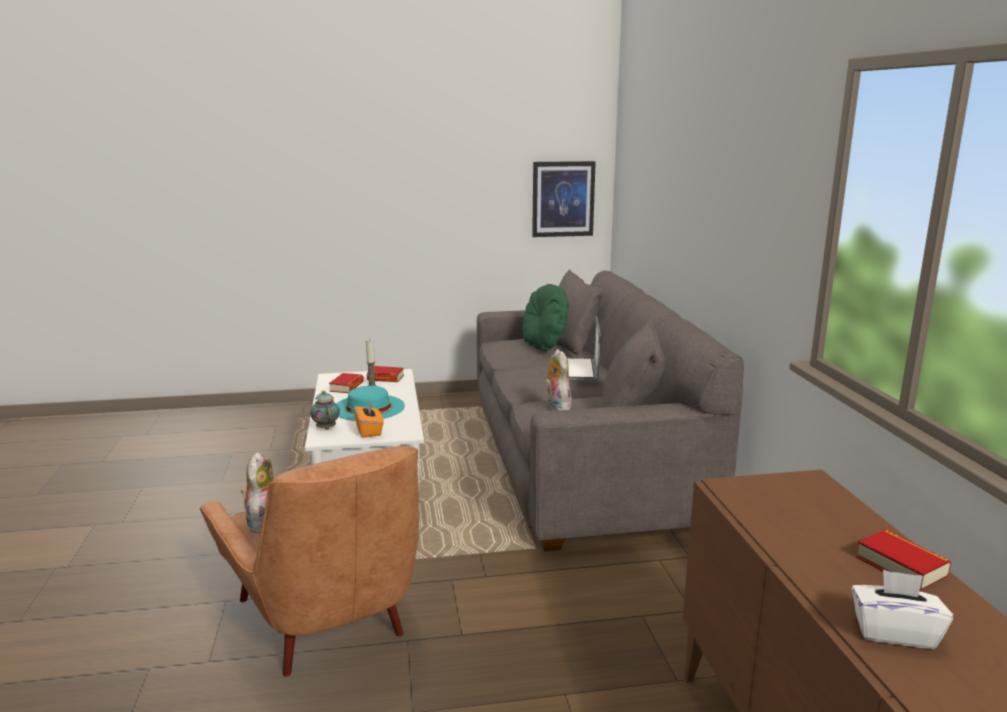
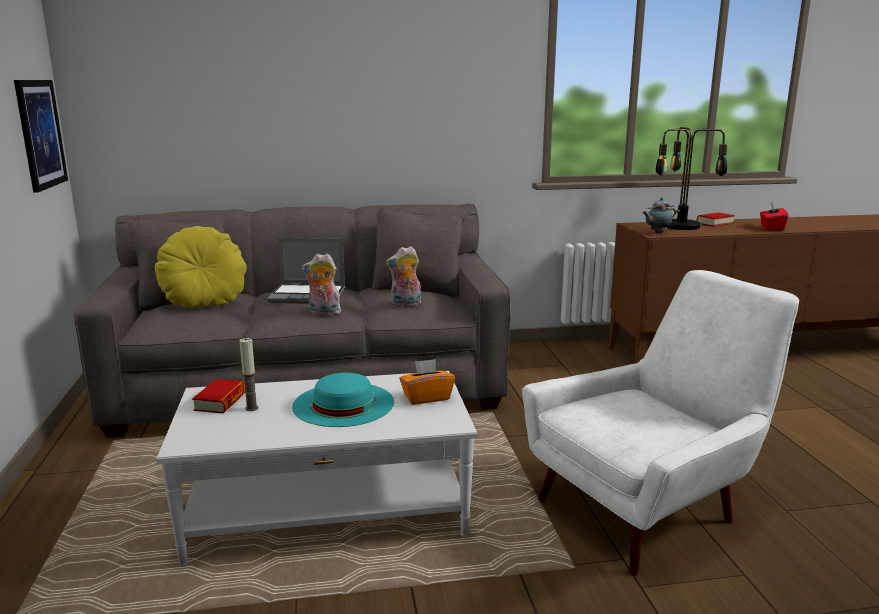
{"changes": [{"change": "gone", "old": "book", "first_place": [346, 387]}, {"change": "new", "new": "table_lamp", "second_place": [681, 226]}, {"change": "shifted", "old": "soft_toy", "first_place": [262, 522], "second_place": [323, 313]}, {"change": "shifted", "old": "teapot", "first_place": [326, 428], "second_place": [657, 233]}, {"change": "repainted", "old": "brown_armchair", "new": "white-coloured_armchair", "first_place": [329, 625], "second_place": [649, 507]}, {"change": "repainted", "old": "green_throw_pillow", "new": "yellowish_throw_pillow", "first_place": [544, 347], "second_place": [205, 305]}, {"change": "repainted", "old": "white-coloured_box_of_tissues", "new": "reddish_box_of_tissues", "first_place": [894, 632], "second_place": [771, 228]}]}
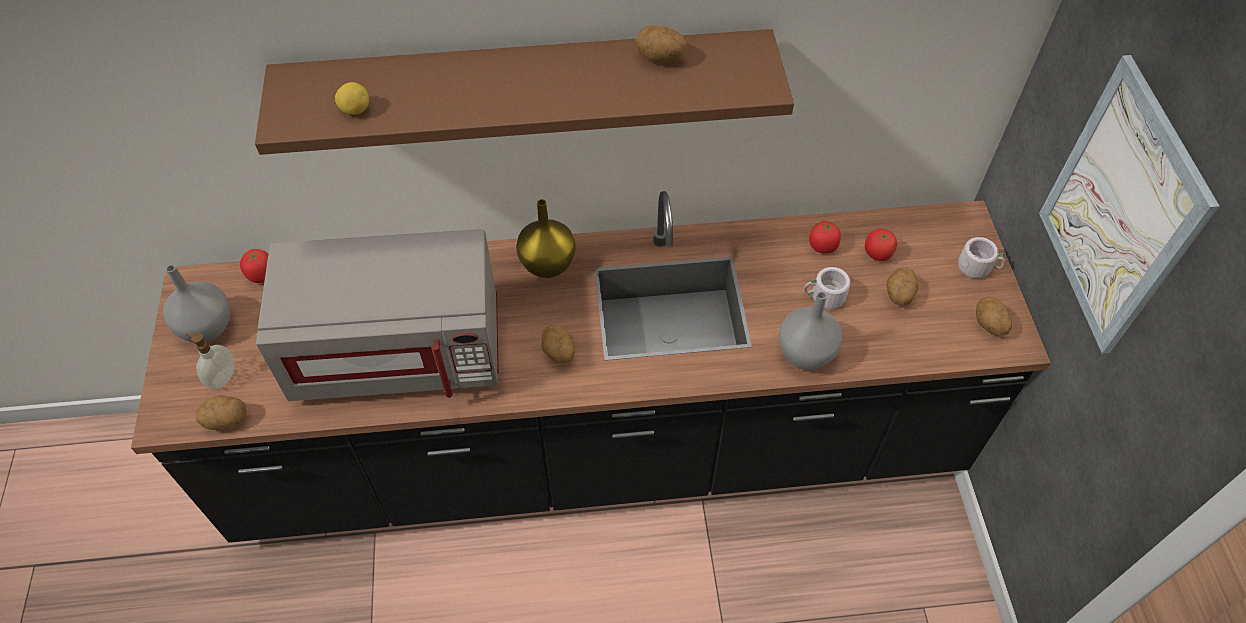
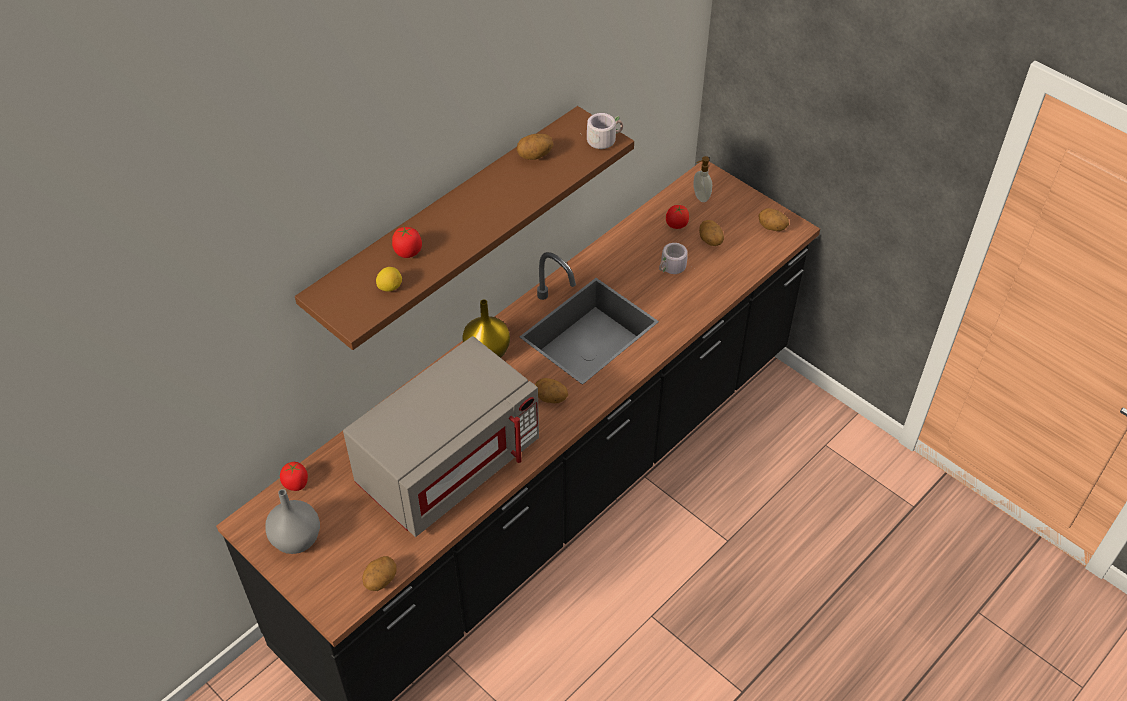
{"changes": [{"change": "gone", "old": "grey_vase", "first_place": [805, 354]}, {"change": "gone", "old": "picture", "first_place": [1120, 210]}, {"change": "shifted", "old": "soap_bottle", "first_place": [222, 377], "second_place": [700, 197]}, {"change": "shifted", "old": "tomato", "first_place": [822, 247], "second_place": [408, 252]}, {"change": "shifted", "old": "grey_coffee_mug", "first_place": [978, 266], "second_place": [603, 139]}]}
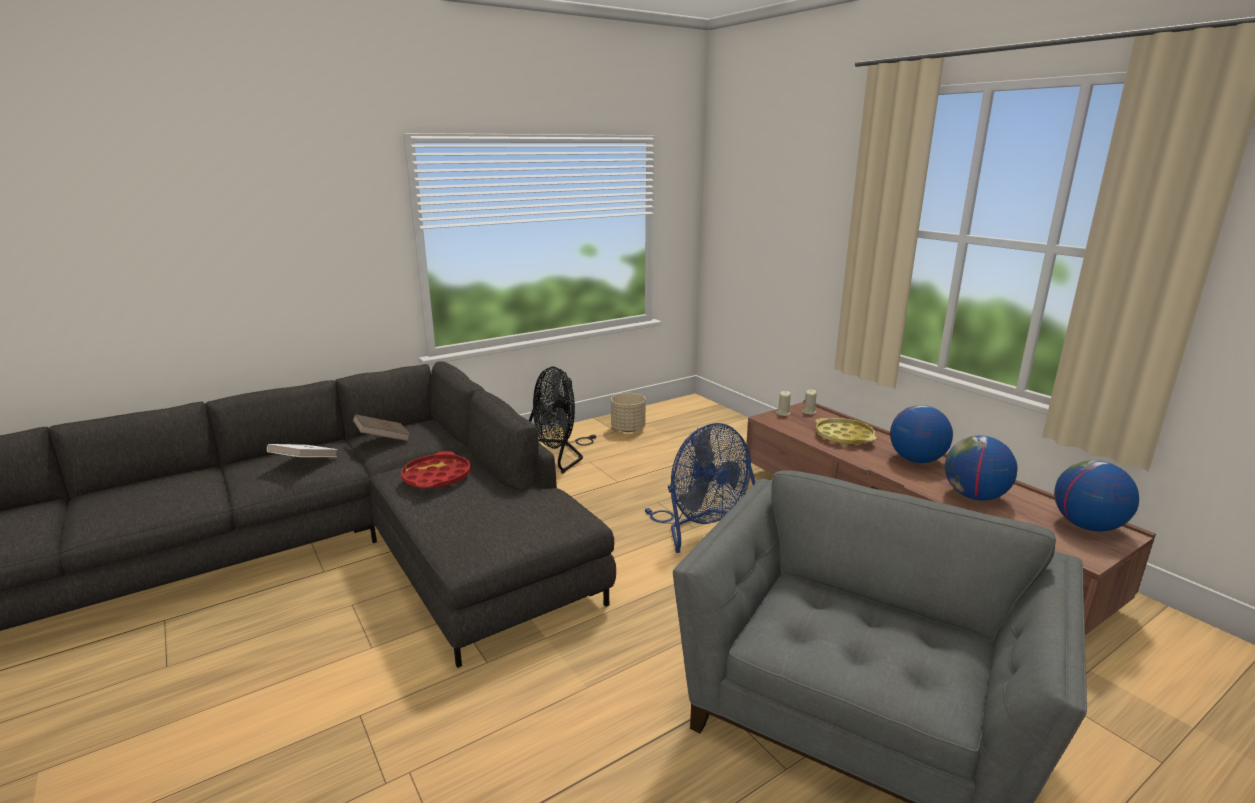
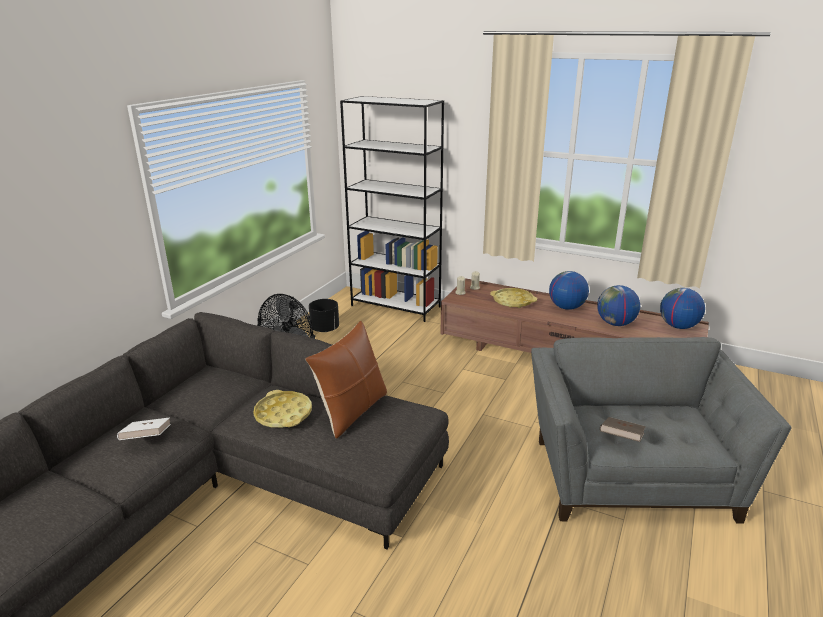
{"changes": [{"change": "gone", "old": "bluish_fan", "first_place": [699, 527]}, {"change": "new", "new": "brown_throw_pillow", "second_place": [352, 411]}, {"change": "new", "new": "white-coloured_bookshelf", "second_place": [396, 306]}, {"change": "shifted", "old": "brown_book", "first_place": [382, 439], "second_place": [621, 439]}, {"change": "repainted", "old": "reddish_tray", "new": "yellowish_tray", "first_place": [436, 477], "second_place": [283, 414]}, {"change": "repainted", "old": "sand-coloured_flower_pot", "new": "black-coloured_flower_pot", "first_place": [628, 429], "second_place": [325, 329]}]}
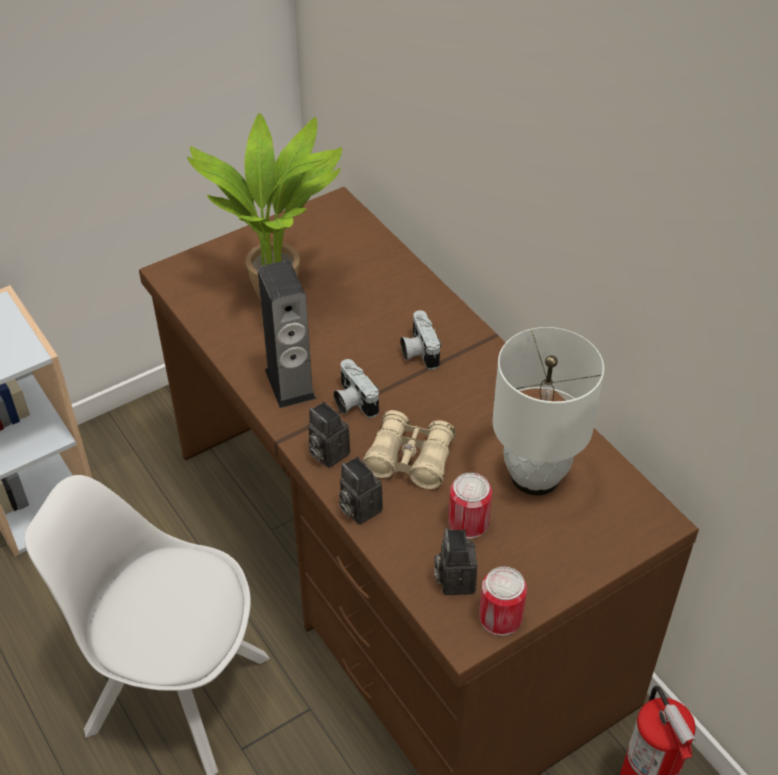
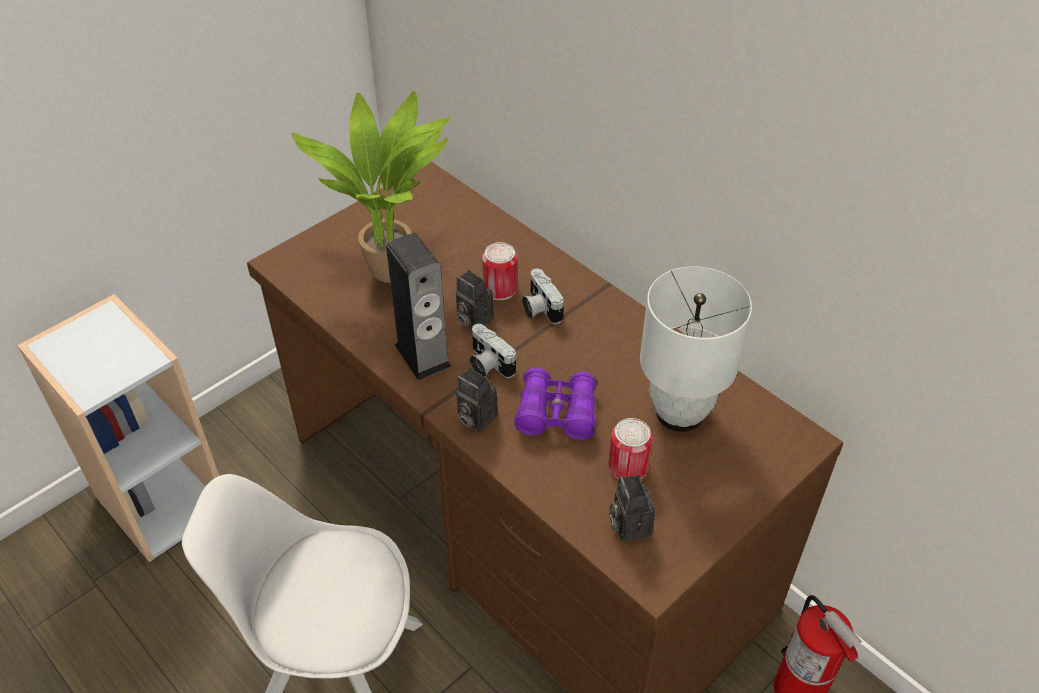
{"changes": [{"change": "shifted", "old": "still_camera", "first_place": [358, 508], "second_place": [472, 319]}, {"change": "shifted", "old": "sealed_can", "first_place": [500, 617], "second_place": [500, 288]}, {"change": "repainted", "old": "sand-coloured_pair_of_binoculars", "new": "purplish_pair_of_binoculars", "first_place": [410, 459], "second_place": [557, 413]}]}
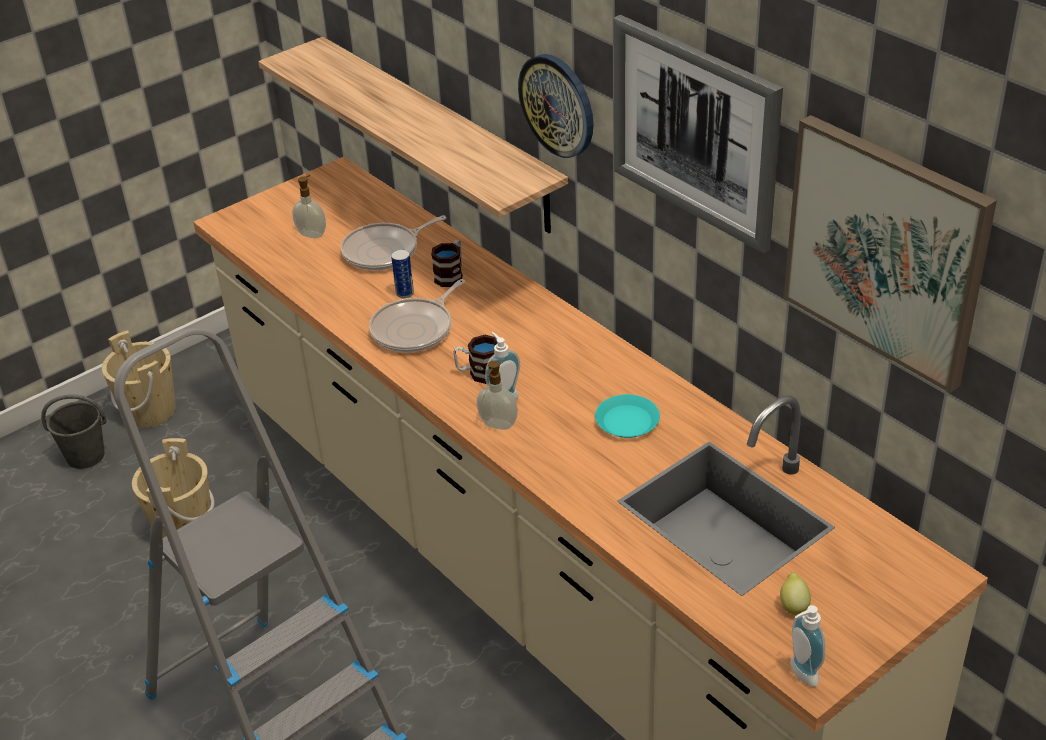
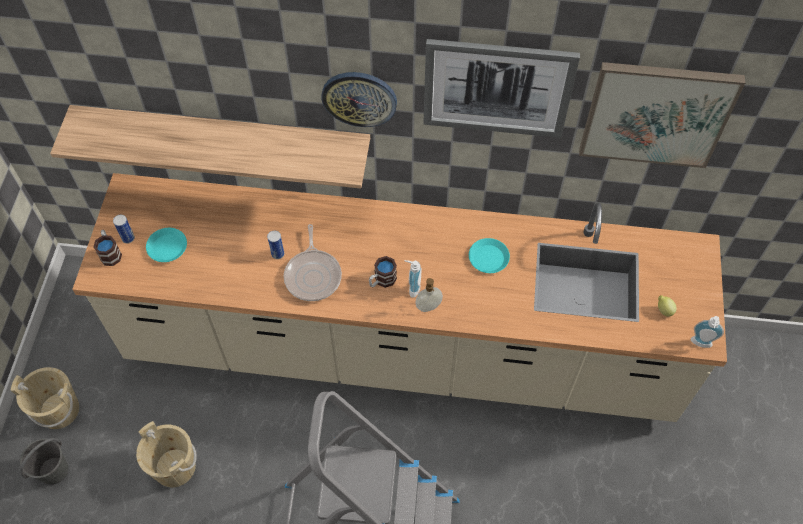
{"changes": [{"change": "gone", "old": "pan", "first_place": [384, 251]}, {"change": "new", "new": "sealed_can", "second_place": [128, 238]}, {"change": "shifted", "old": "coffee_mug", "first_place": [451, 275], "second_place": [110, 253]}, {"change": "swapped", "old": "soap_bottle", "new": "turquoise-coloured_flat_dish", "first_place": [312, 234], "second_place": [167, 247]}]}
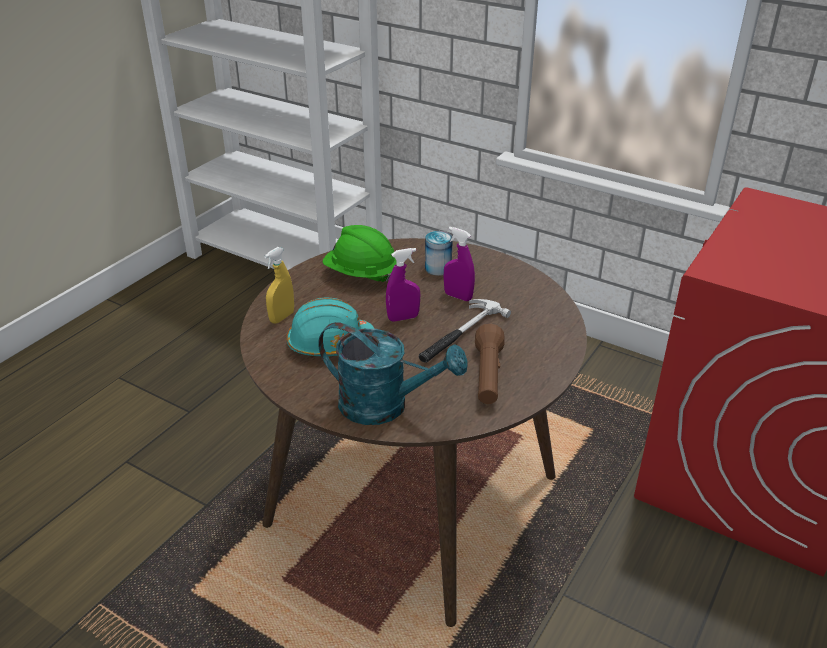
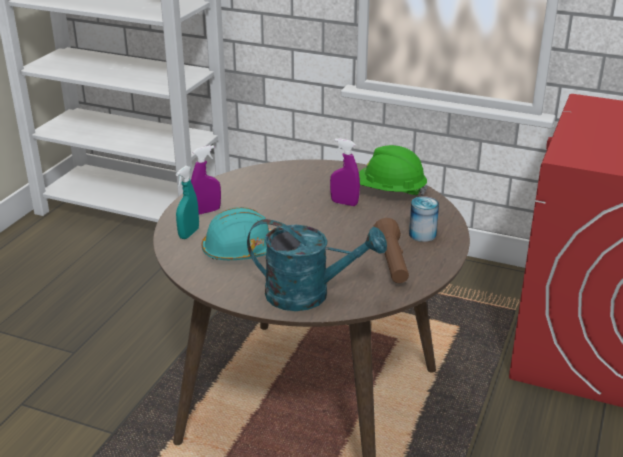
{"changes": [{"change": "gone", "old": "hammer", "first_place": [459, 334]}, {"change": "shifted", "old": "green_hard_hat", "first_place": [361, 274], "second_place": [390, 192]}, {"change": "shifted", "old": "purplish_sprayer", "first_place": [403, 318], "second_place": [207, 211]}, {"change": "shifted", "old": "sealed_can", "first_place": [438, 268], "second_place": [422, 234]}, {"change": "repainted", "old": "yellowish_sprayer", "new": "turquoise-coloured_sprayer", "first_place": [282, 317], "second_place": [189, 234]}]}
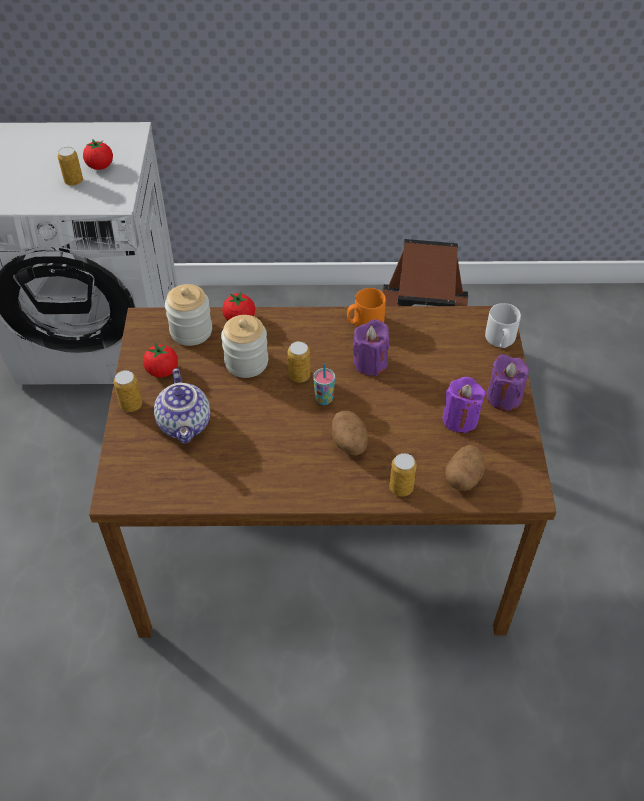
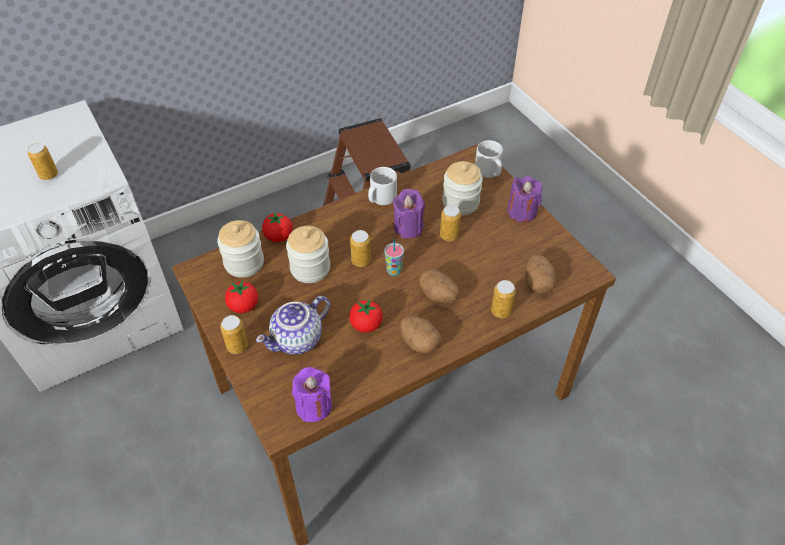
{"changes": [{"change": "new", "new": "whole_potato", "second_place": [419, 342]}, {"change": "new", "new": "sealed_can", "second_place": [449, 236]}, {"change": "new", "new": "preserve_jar", "second_place": [460, 203]}, {"change": "shifted", "old": "tomato", "first_place": [100, 166], "second_place": [366, 325]}, {"change": "shifted", "old": "purplish_candle", "first_place": [460, 419], "second_place": [314, 406]}, {"change": "repainted", "old": "orangey_coffee_mug", "new": "grey_coffee_mug", "first_place": [365, 322], "second_place": [381, 198]}, {"change": "rotated", "old": "teapot", "first_place": [186, 424], "second_place": [297, 340], "degrees": 90}]}
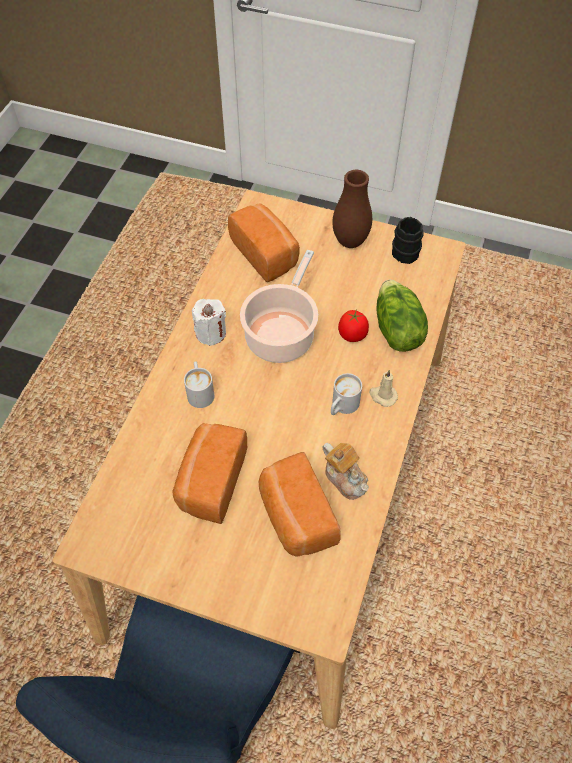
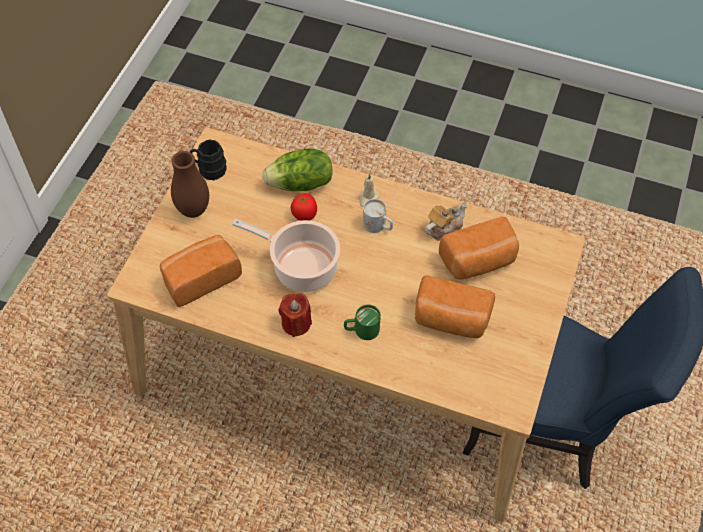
{"changes": [{"change": "repainted", "old": "white-coloured_coffee_mug", "new": "green_coffee_mug", "first_place": [200, 391], "second_place": [361, 330]}, {"change": "repainted", "old": "white-coloured_candle", "new": "reddish_candle", "first_place": [211, 333], "second_place": [296, 323]}]}
